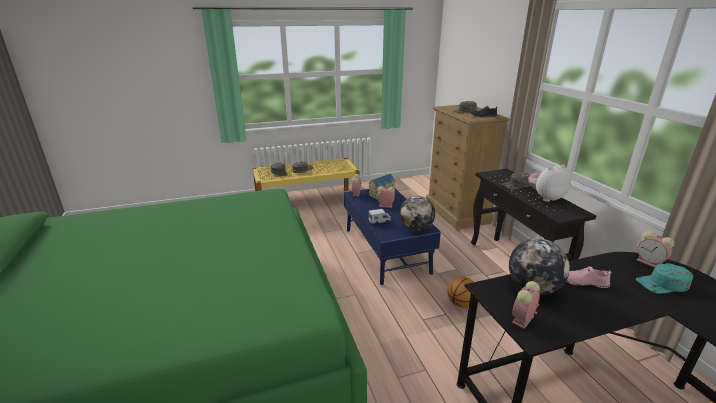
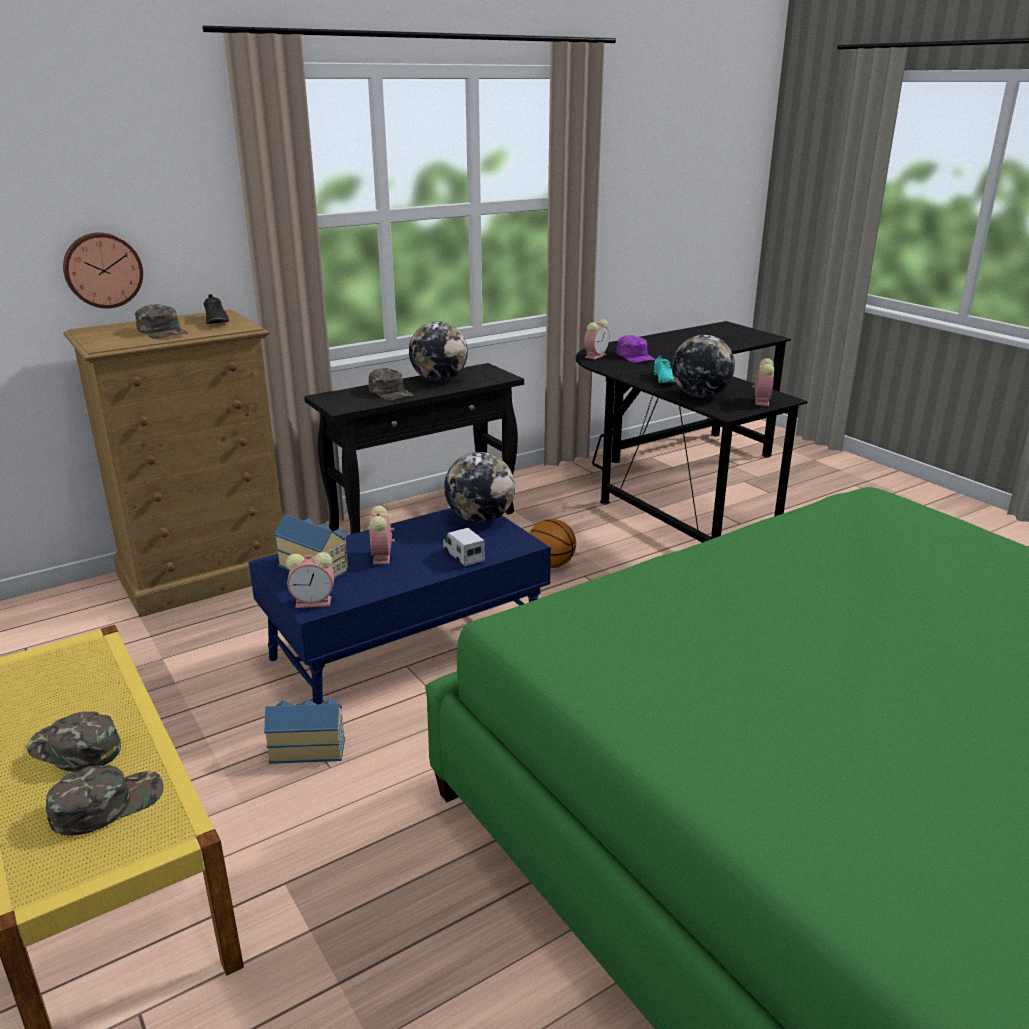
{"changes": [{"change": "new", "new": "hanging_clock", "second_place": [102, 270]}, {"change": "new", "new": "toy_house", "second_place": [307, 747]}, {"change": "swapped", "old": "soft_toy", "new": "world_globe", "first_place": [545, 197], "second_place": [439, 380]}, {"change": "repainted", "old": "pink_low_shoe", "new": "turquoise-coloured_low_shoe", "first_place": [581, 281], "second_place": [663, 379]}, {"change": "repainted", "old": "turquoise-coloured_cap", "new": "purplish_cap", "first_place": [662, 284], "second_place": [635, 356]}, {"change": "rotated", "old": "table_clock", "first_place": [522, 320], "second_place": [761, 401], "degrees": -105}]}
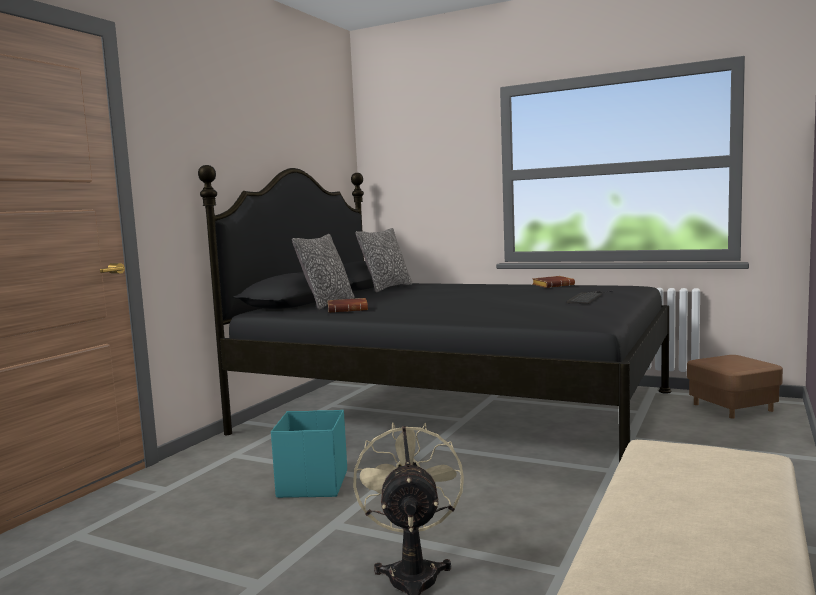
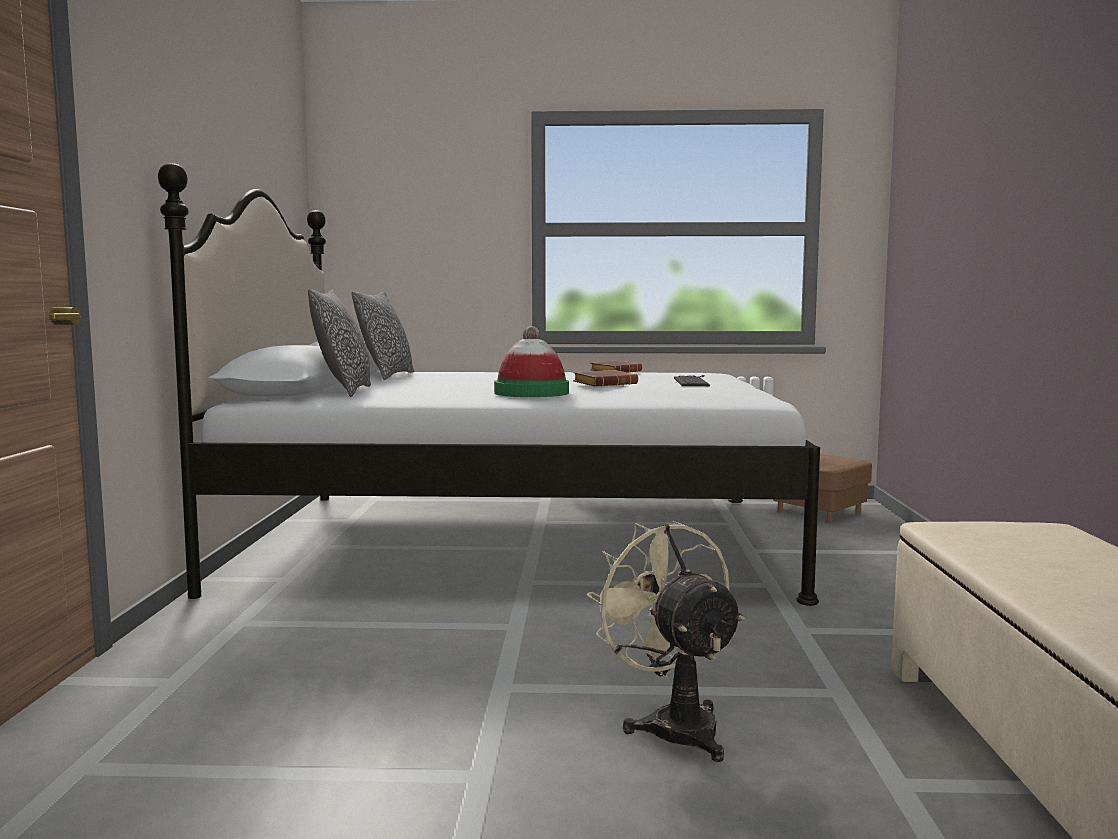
{"changes": [{"change": "gone", "old": "turquoise-coloured_storage_container", "first_place": [312, 484]}, {"change": "new", "new": "hat", "second_place": [531, 393]}, {"change": "shifted", "old": "brown_book", "first_place": [349, 309], "second_place": [605, 384]}, {"change": "repainted", "old": "black-coloured_sleeping_bed", "new": "white-coloured_sleeping_bed", "first_place": [457, 412], "second_place": [515, 541]}]}
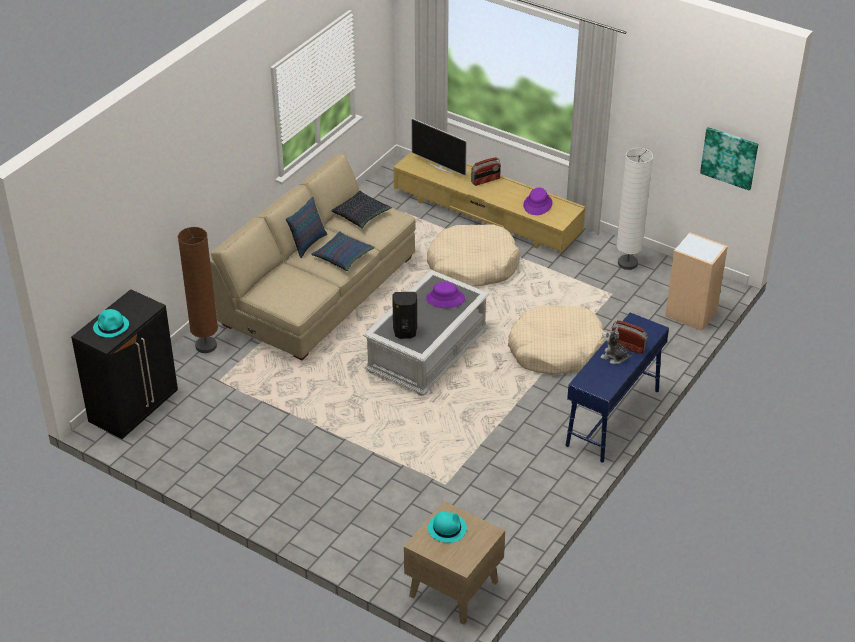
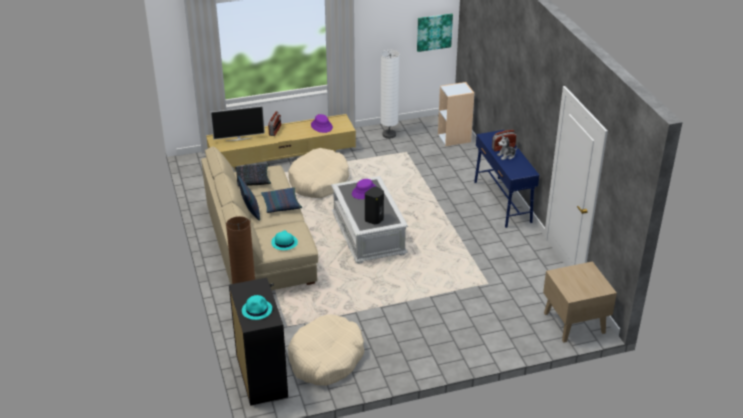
{"changes": [{"change": "shifted", "old": "turquoise-coloured_hat", "first_place": [447, 528], "second_place": [284, 242]}, {"change": "shifted", "old": "sand-coloured_dog_cushion", "first_place": [556, 350], "second_place": [326, 359]}]}
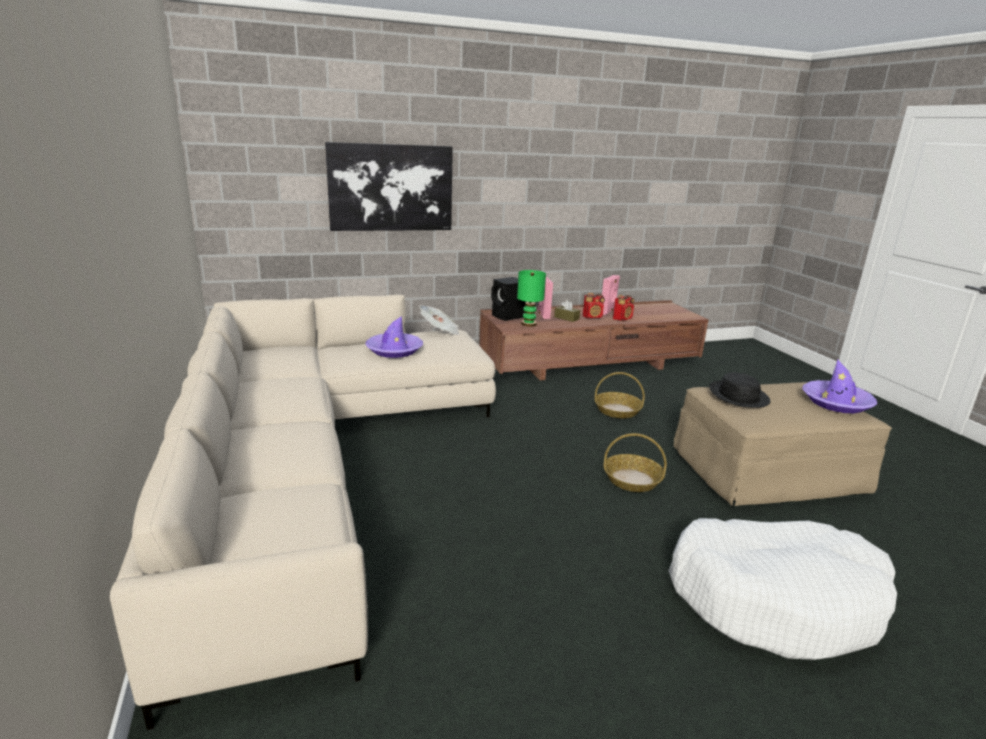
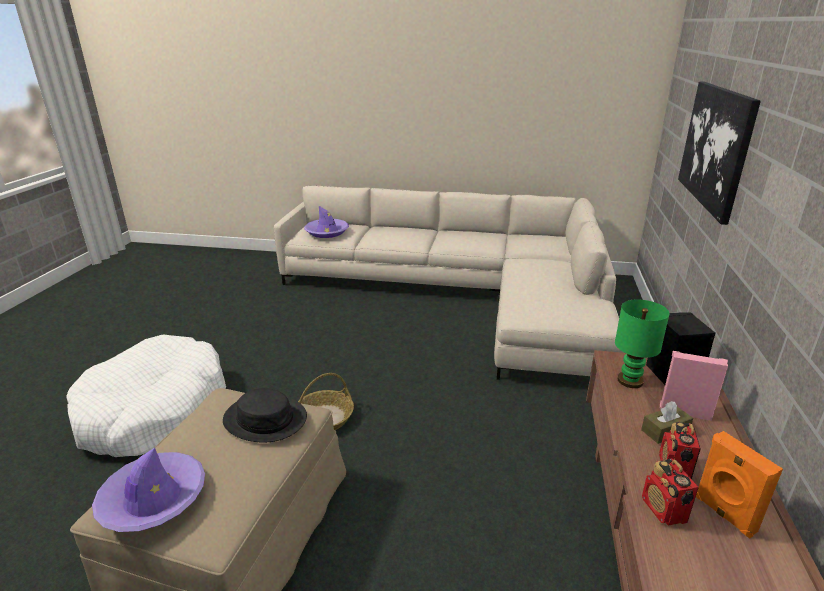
{"changes": [{"change": "gone", "old": "printed_paper", "first_place": [440, 331]}, {"change": "gone", "old": "basket", "first_place": [617, 410]}, {"change": "shifted", "old": "purplish_hat", "first_place": [394, 350], "second_place": [327, 232]}, {"change": "repainted", "old": "pink_audio_speaker", "new": "orangey_audio_speaker", "first_place": [608, 312], "second_place": [723, 514]}]}
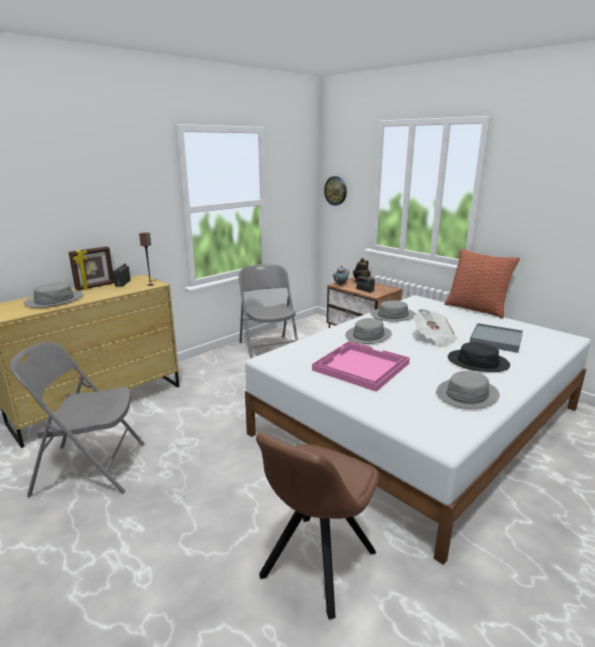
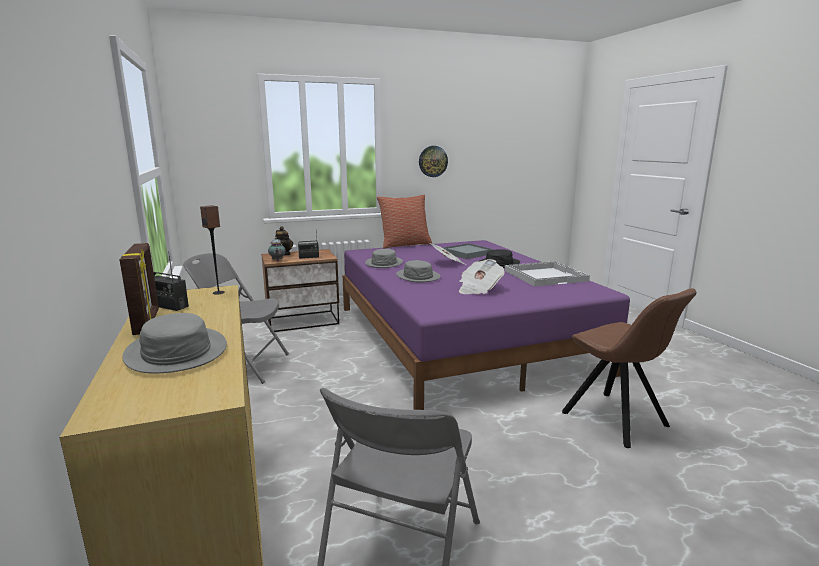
{"changes": [{"change": "shifted", "old": "hanging_clock", "first_place": [335, 190], "second_place": [433, 161]}, {"change": "swapped", "old": "pink_tray", "new": "printed_paper", "first_place": [360, 367], "second_place": [478, 289]}, {"change": "swapped", "old": "grey_hat", "new": "white-coloured_tray", "first_place": [467, 394], "second_place": [545, 275]}, {"change": "repainted", "old": "white-coloured_sleeping_bed", "new": "purplish_sleeping_bed", "first_place": [419, 421], "second_place": [460, 337]}]}
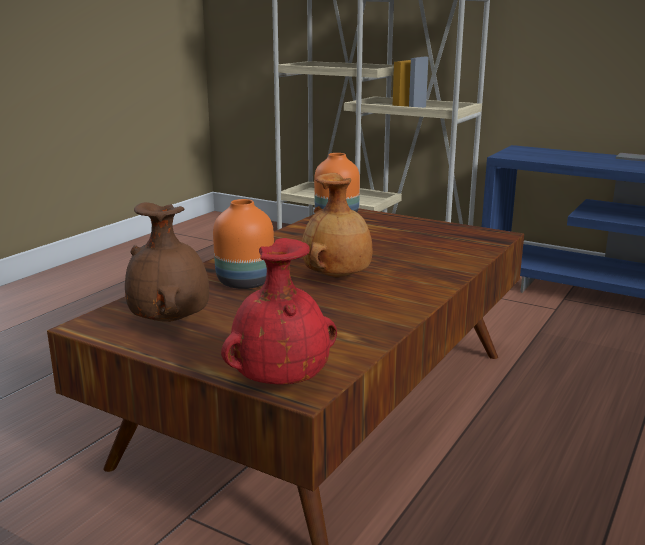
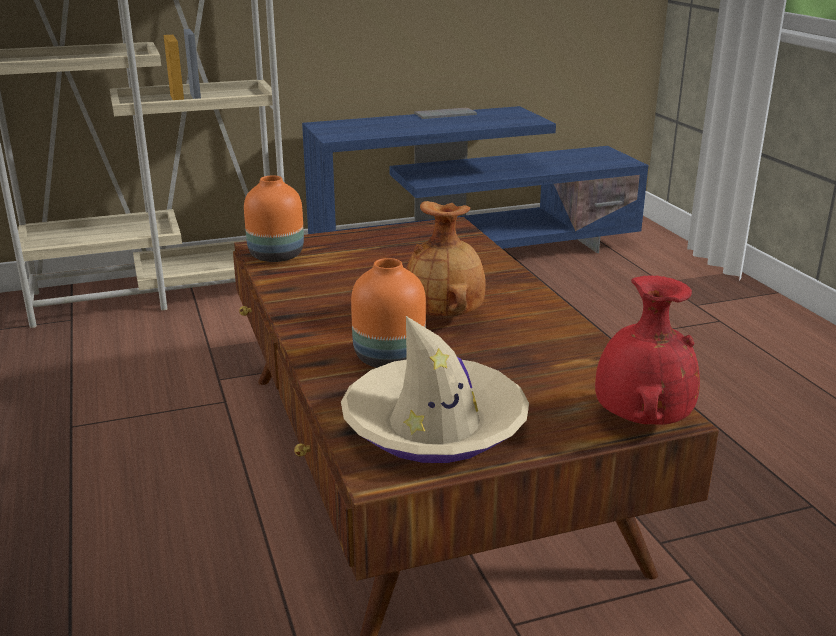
{"changes": [{"change": "swapped", "old": "brown_vase", "new": "sand-coloured_hat", "first_place": [171, 320], "second_place": [435, 425]}]}
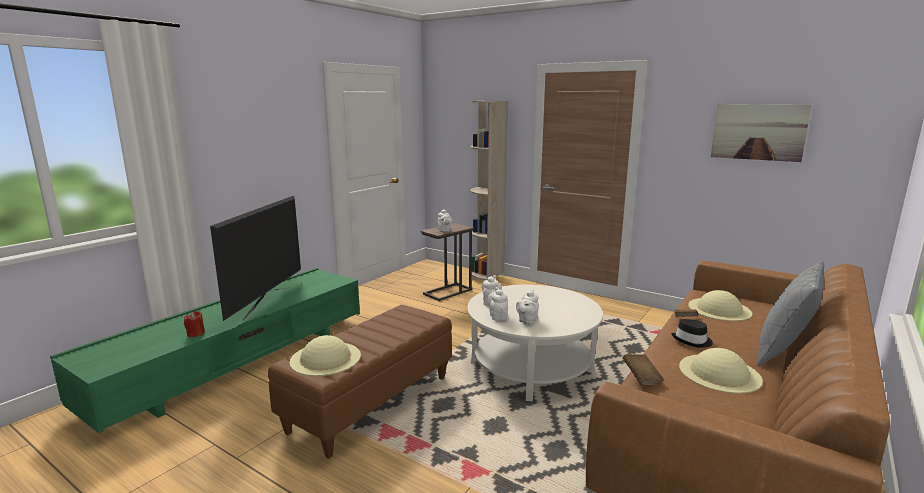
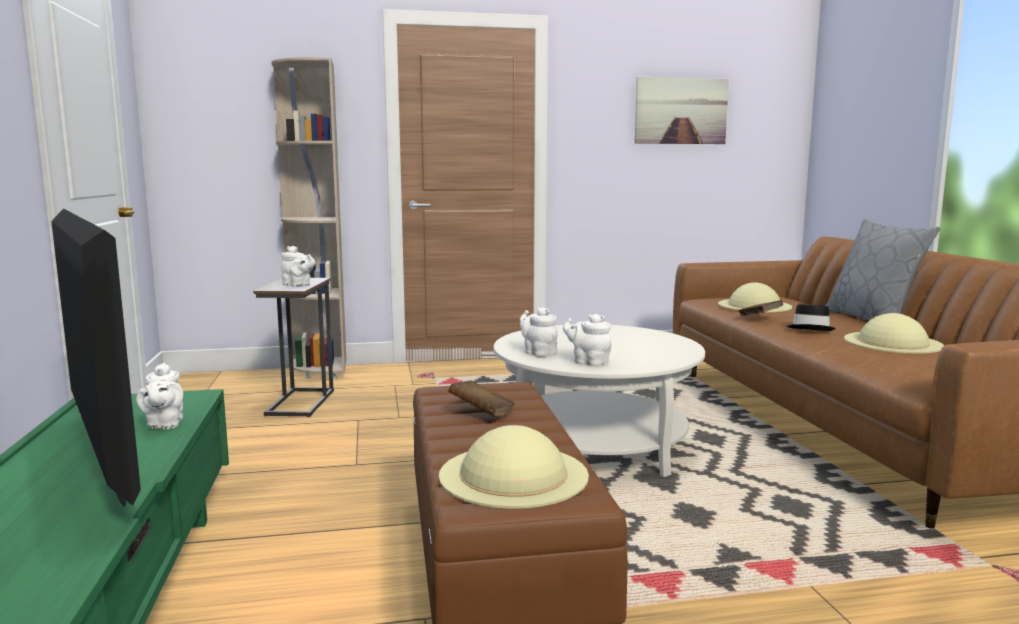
{"changes": [{"change": "gone", "old": "reddish_candle", "first_place": [195, 333]}, {"change": "shifted", "old": "white-coloured_teapot", "first_place": [527, 321], "second_place": [164, 425]}, {"change": "shifted", "old": "brown_book", "first_place": [641, 378], "second_place": [481, 413]}]}
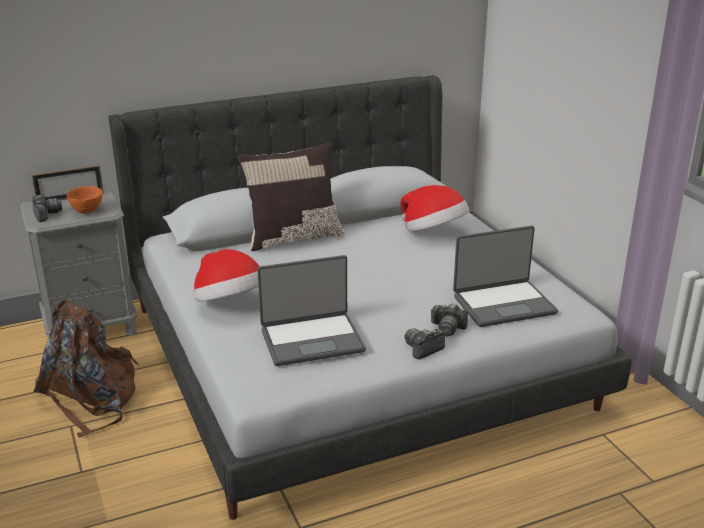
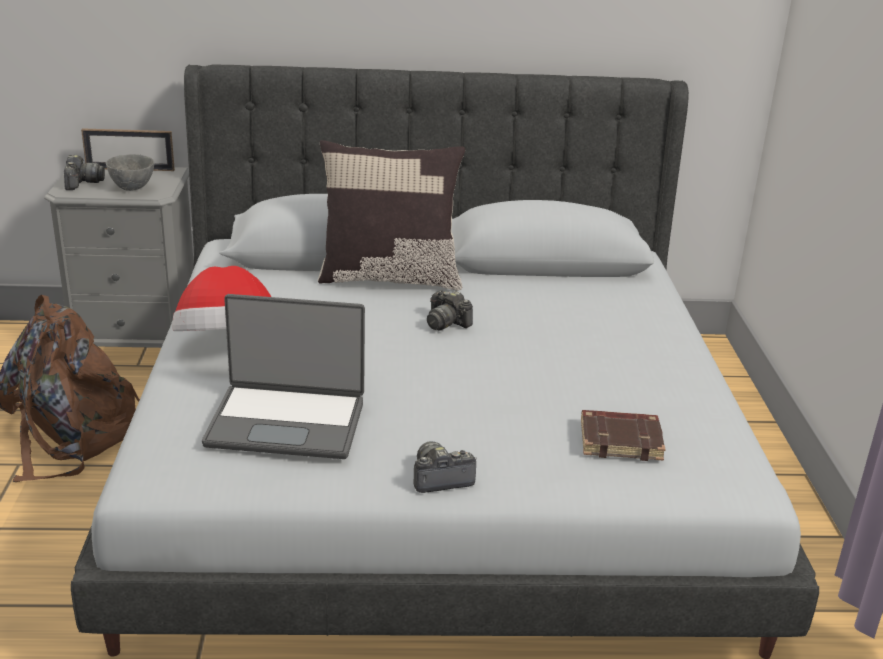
{"changes": [{"change": "gone", "old": "hat", "first_place": [433, 232]}, {"change": "shifted", "old": "still_camera", "first_place": [448, 328], "second_place": [446, 323]}, {"change": "swapped", "old": "laptop", "new": "brown_book", "first_place": [503, 304], "second_place": [621, 440]}, {"change": "repainted", "old": "orangey_deep_dish", "new": "grey_deep_dish", "first_place": [87, 211], "second_place": [133, 188]}]}
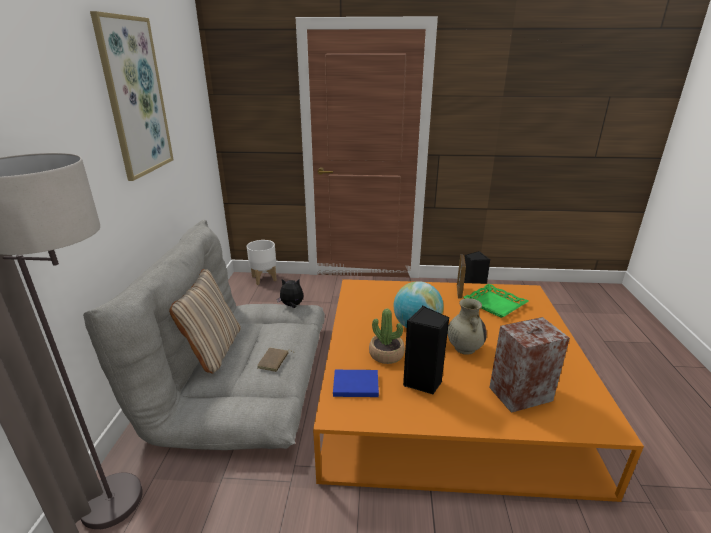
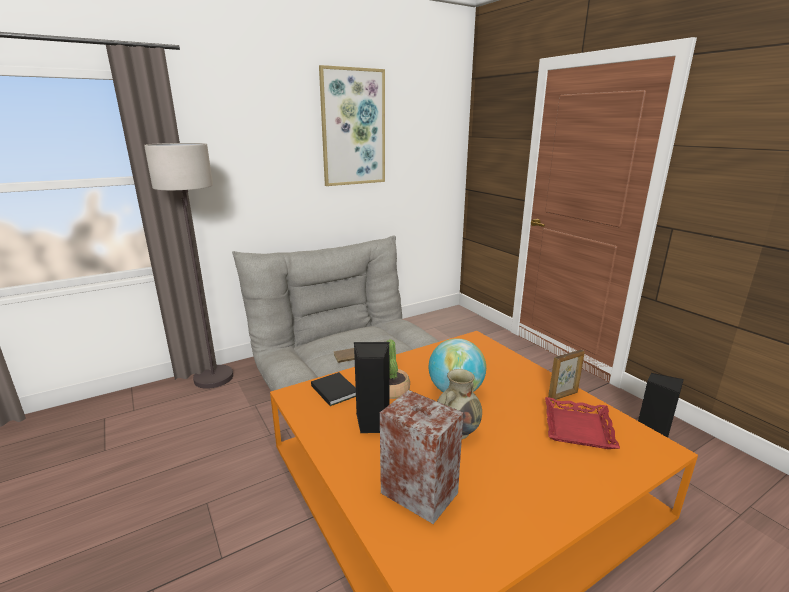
{"changes": [{"change": "gone", "old": "sand-coloured_throw_pillow", "first_place": [213, 350]}, {"change": "gone", "old": "white-coloured_flower_pot", "first_place": [264, 278]}, {"change": "gone", "old": "soft_toy", "first_place": [292, 306]}, {"change": "repainted", "old": "bluish_book", "new": "black-coloured_book", "first_place": [354, 384], "second_place": [334, 390]}, {"change": "repainted", "old": "green_tray", "new": "reddish_tray", "first_place": [495, 304], "second_place": [578, 428]}]}
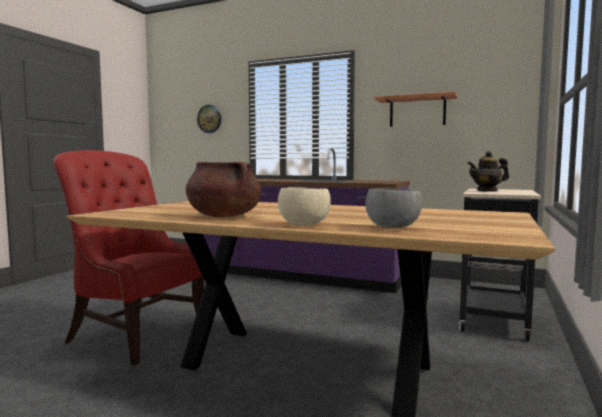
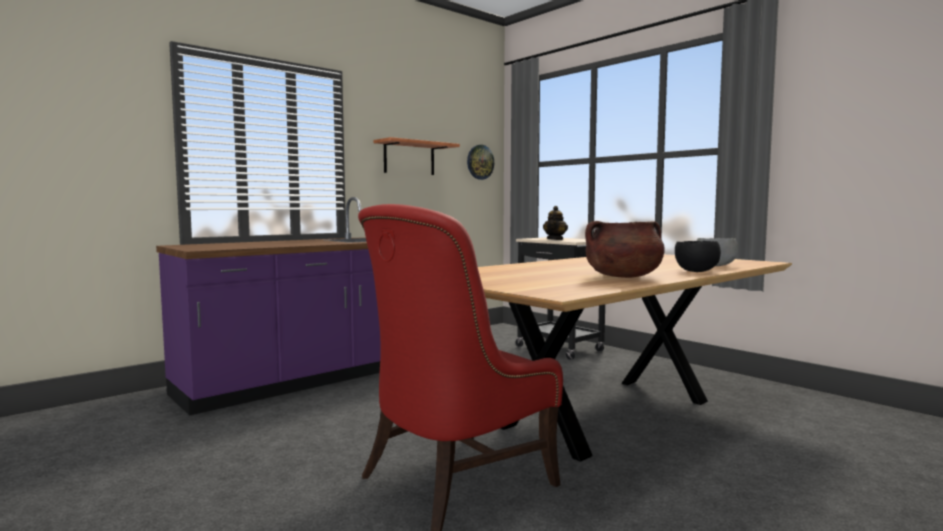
{"changes": [{"change": "shifted", "old": "hanging_clock", "first_place": [209, 119], "second_place": [480, 162]}, {"change": "repainted", "old": "sand-coloured_deep_dish", "new": "black-coloured_deep_dish", "first_place": [303, 225], "second_place": [695, 271]}]}
